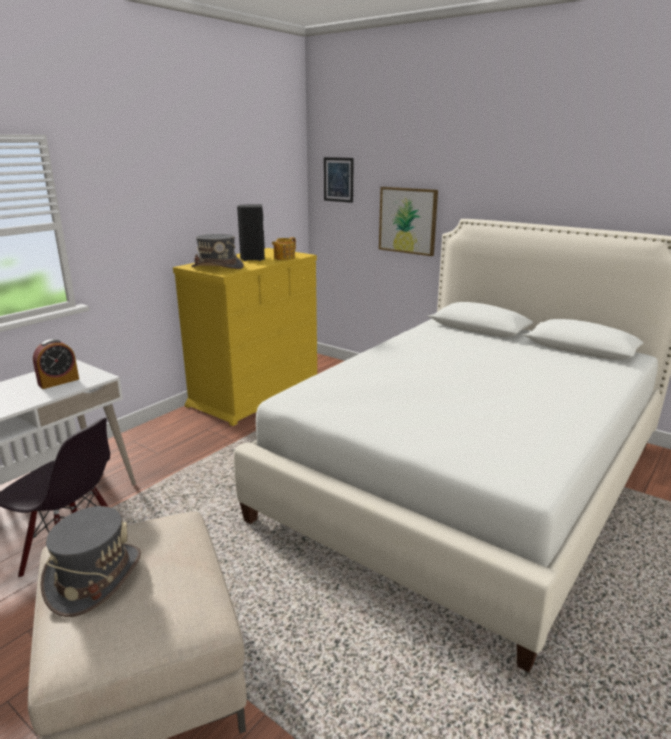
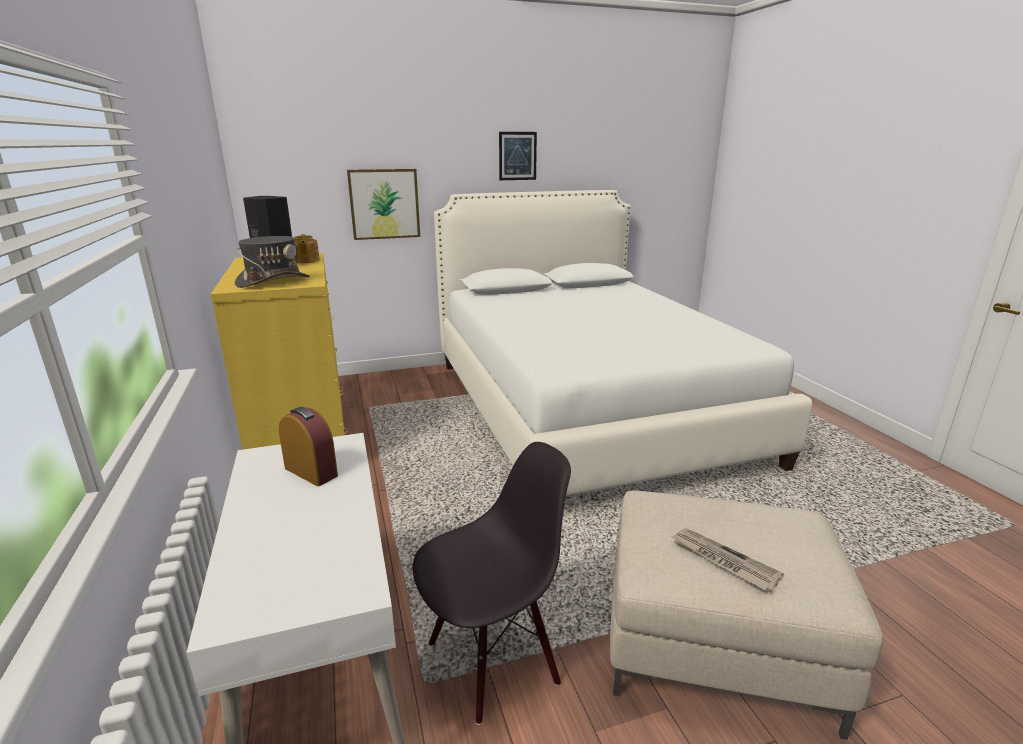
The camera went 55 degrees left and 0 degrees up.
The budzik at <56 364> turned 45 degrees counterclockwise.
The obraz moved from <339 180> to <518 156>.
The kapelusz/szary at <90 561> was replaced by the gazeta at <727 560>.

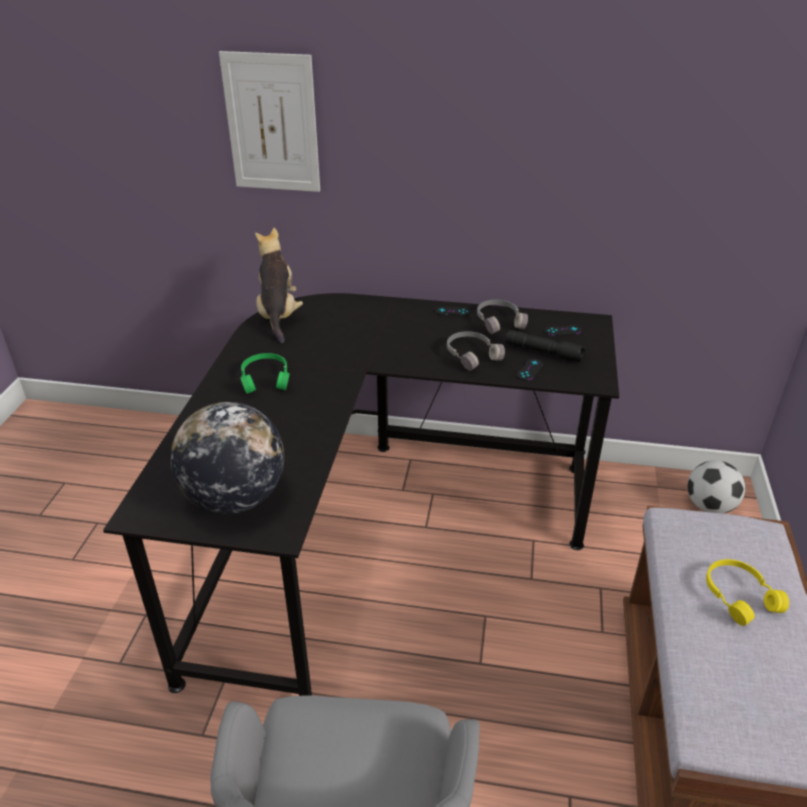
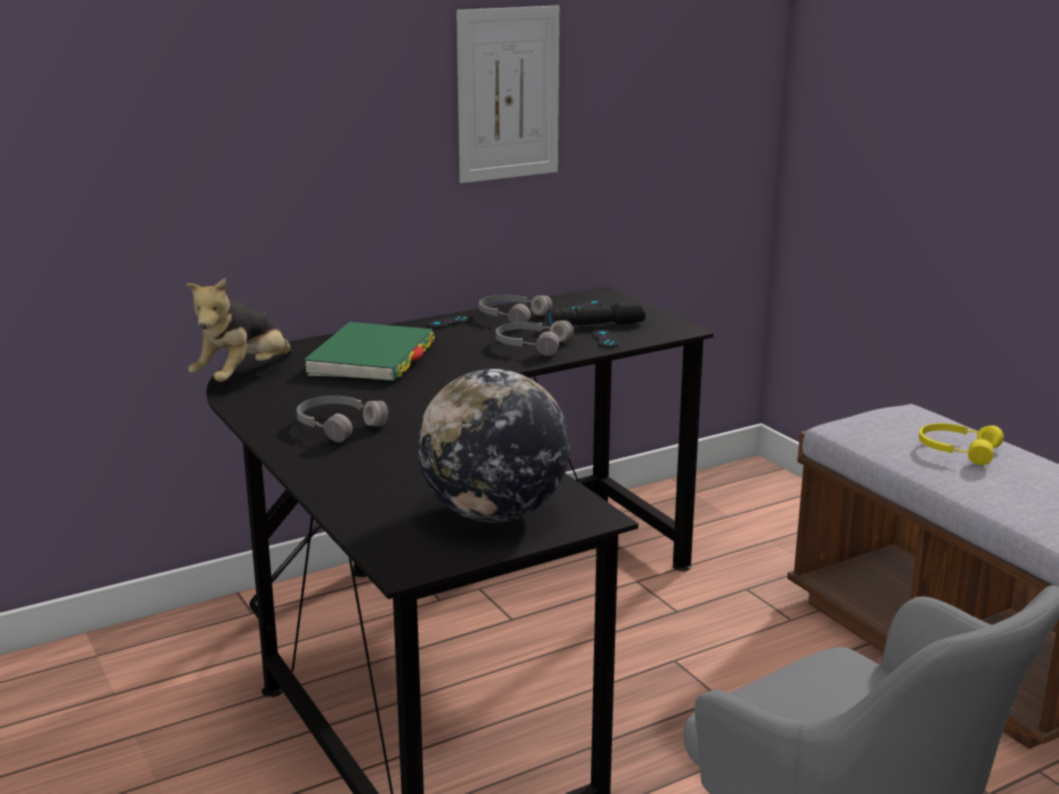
The camera went 40 degrees left and 15 degrees down.
The pluszak at <279 285> turned 105 degrees counterclockwise.
The słuchawki/zielony at <265 373> became the słuchawki/szary at <342 419>.
The książka/zielony at <369 351> appeared.
The obraz moved from <269 121> to <507 94>.
The piłka futbolowa at <716 487> disappeared.

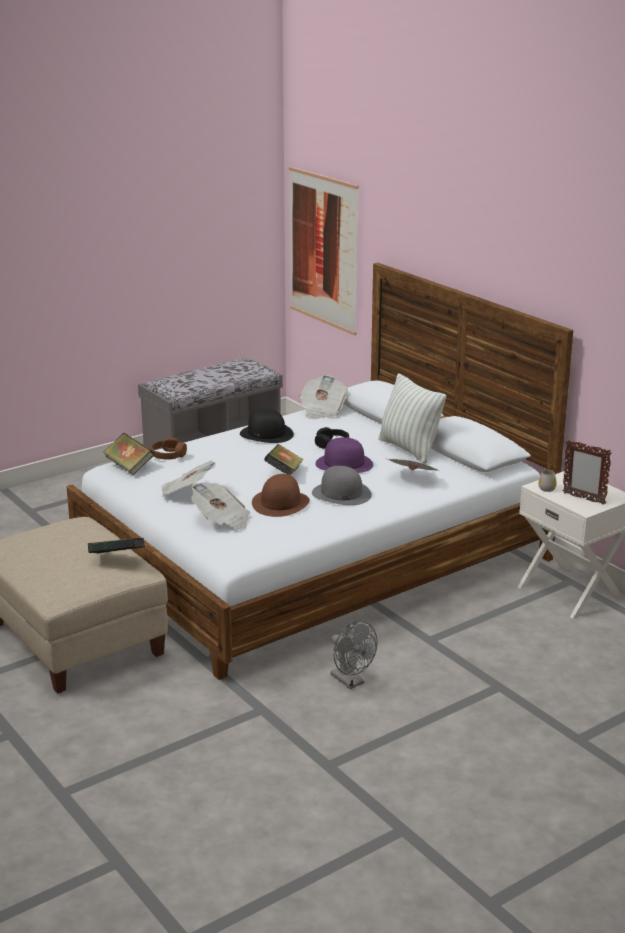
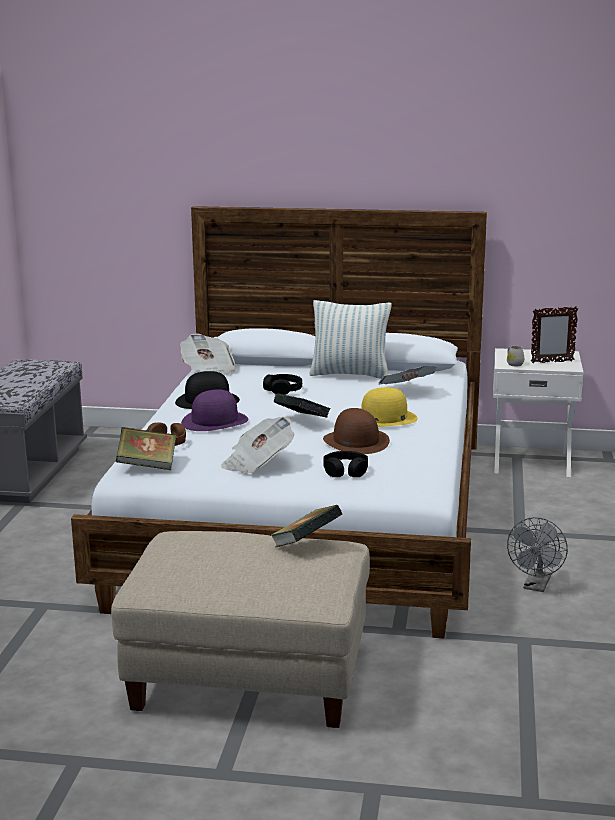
The camera went 45 degrees left and 5 degrees down.
The kapelusz/fioletowy moved from <344 455> to <214 410>.
The gazeta at <220 507> was replaced by the słuchawki/czarny at <345 464>.
The kapelusz/szary at <342 485> became the kapelusz/żółty at <389 407>.
The wentylator/szary at <354 655> turned 105 degrees clockwise.
The obraz at <324 251> disappeared.

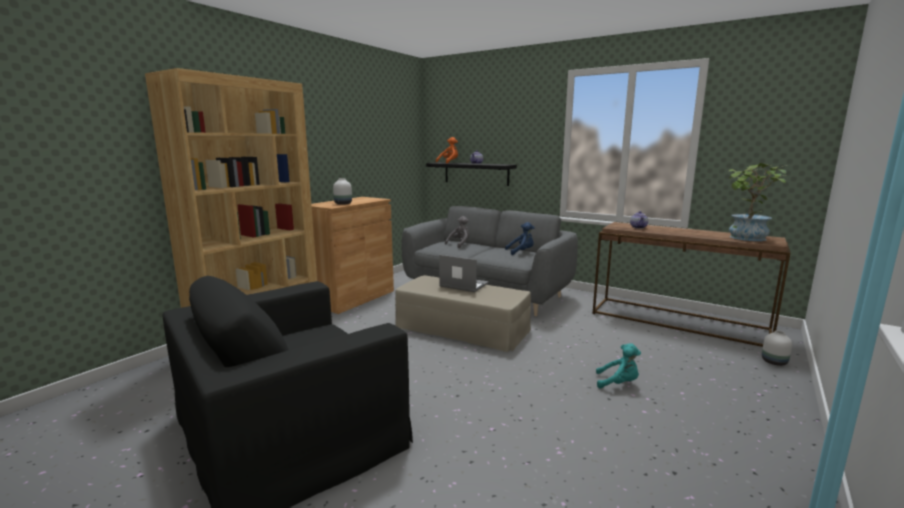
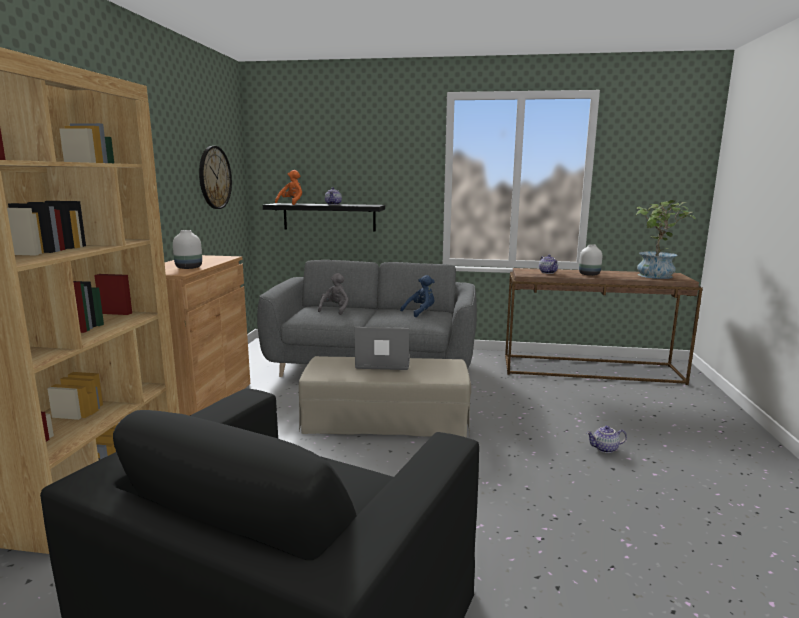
The camera went 25 degrees left and 0 degrees up.
The zegar ścienny at <215 177> appeared.
The wazon/biały moved from <777 348> to <590 260>.
The pluszak/turkusowy at <618 366> was replaced by the imbryk at <606 439>.

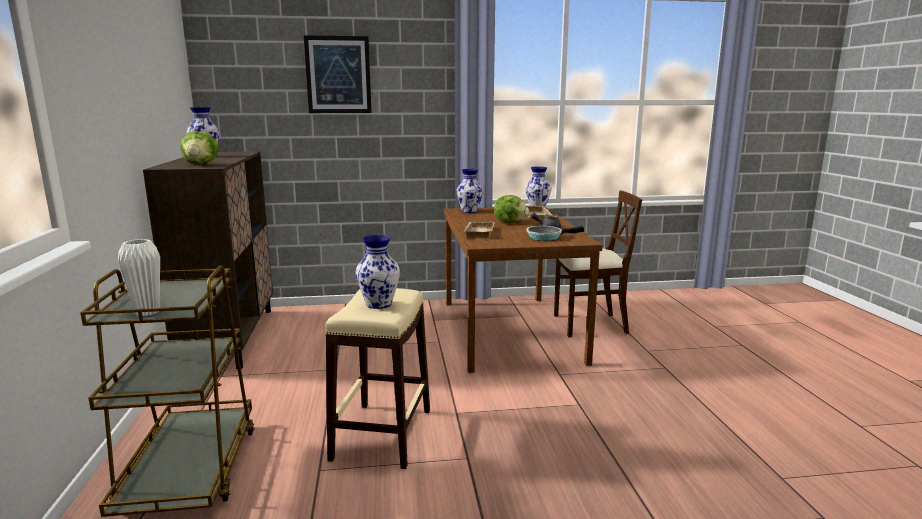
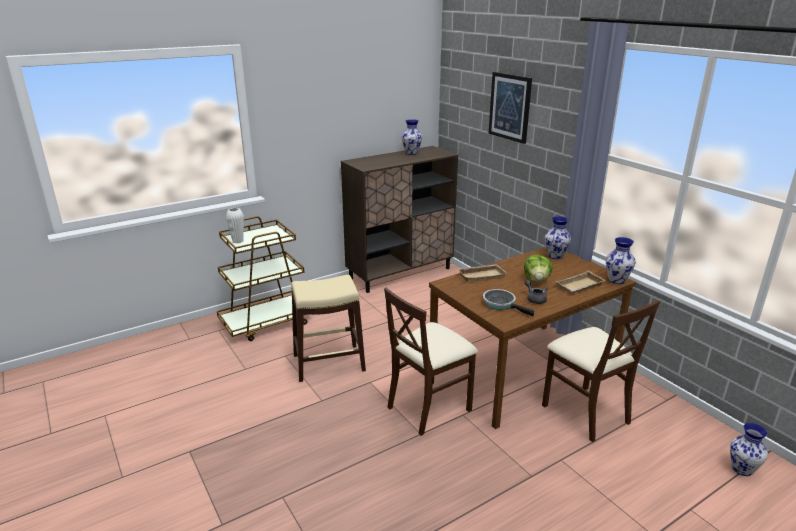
The camera went 65 degrees right and 10 degrees up.
The krzesło/beżowy at <431 362> appeared.
The wazon moved from <377 272> to <749 449>.
The sałata at <200 147> disappeared.

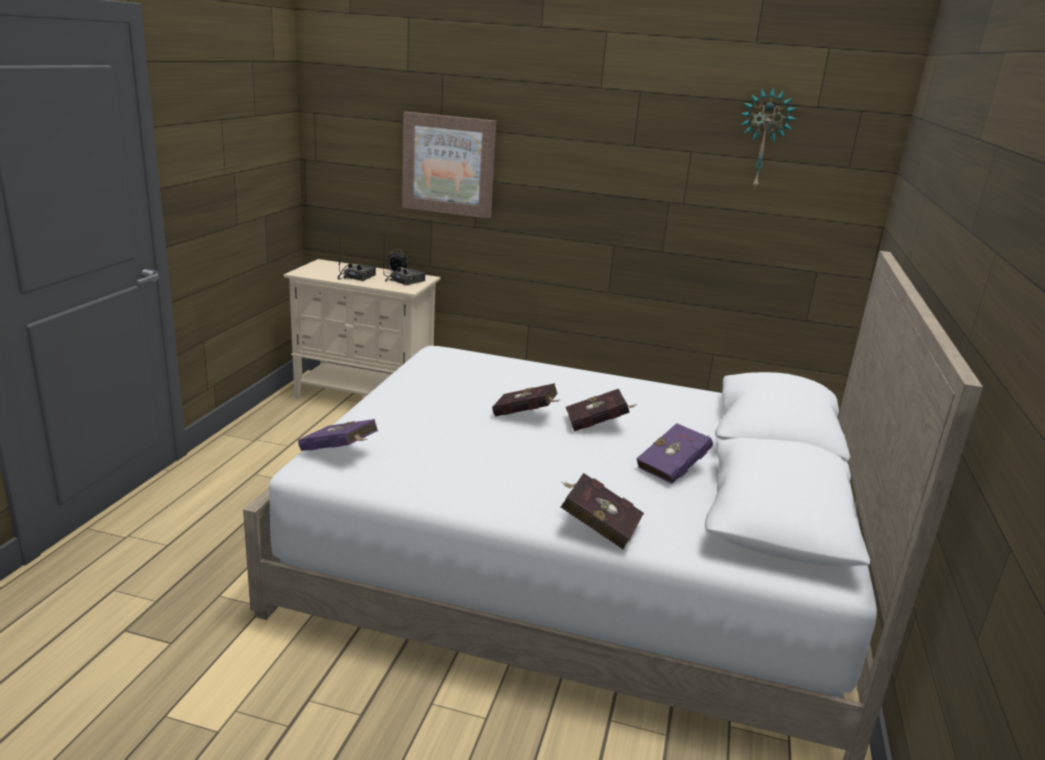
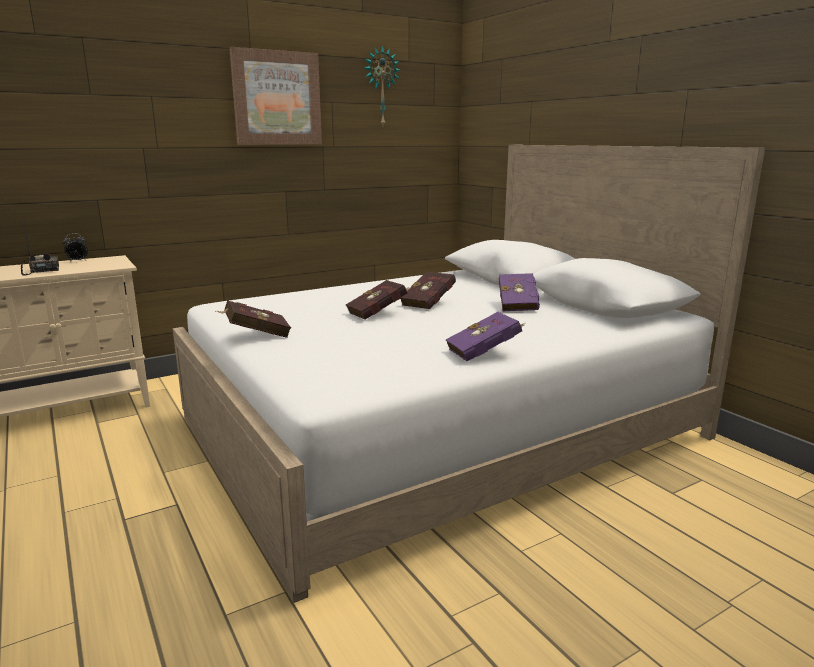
The camera went 45 degrees left and 5 degrees down.
The książka/czerwony moved from <602 511> to <253 319>.
The obraz moved from <449 165> to <275 96>.
The książka/fioletowy moved from <338 435> to <485 336>.
The radio at <404 260> disappeared.

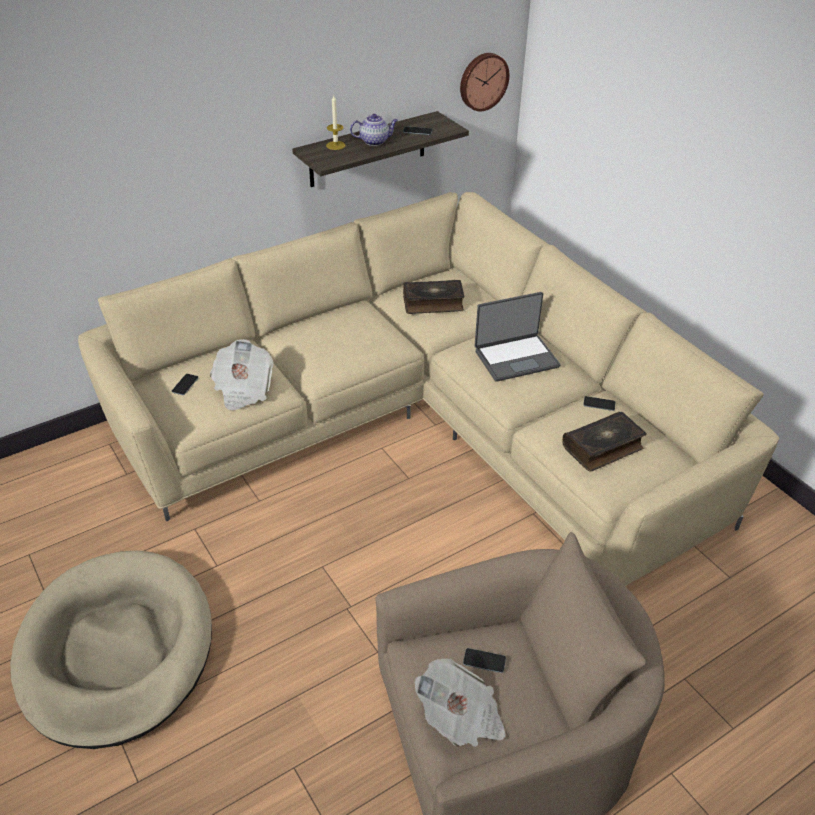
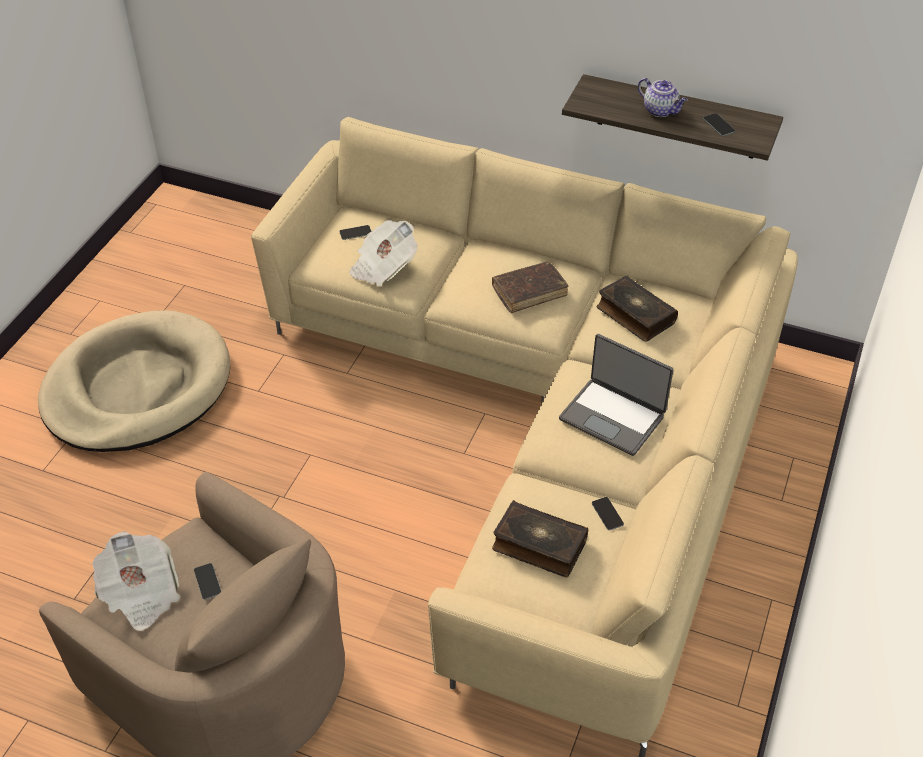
The camera went 55 degrees right and 5 degrees up.
The książka/brązowy at <530 287> appeared.
The świeca at <336 122> disappeared.
The zegar ścienny at <484 82> disappeared.

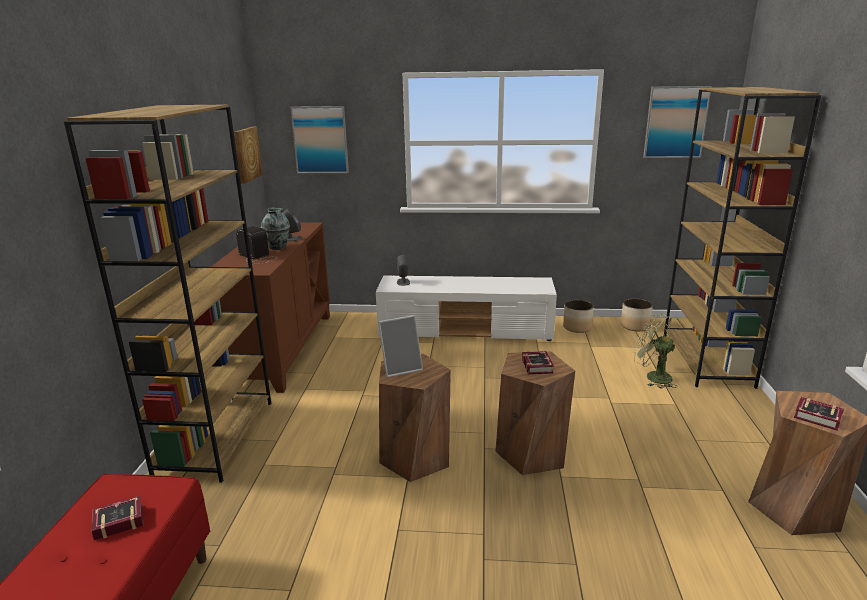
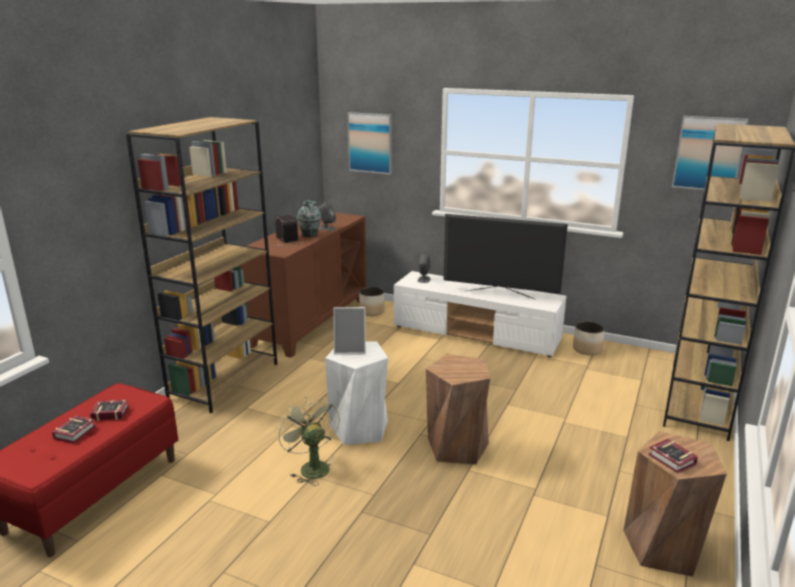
The camera went 20 degrees right and 0 degrees up.
The książka moved from <538 362> to <74 429>.
The wentylator/zielony moved from <655 351> to <308 441>.
The stołek/brązowy at <415 418> became the stołek/biały at <356 393>.
The donica moved from <636 314> to <372 301>.
The telewizor at <506 256> appeared.
The obraz at <248 155> disappeared.

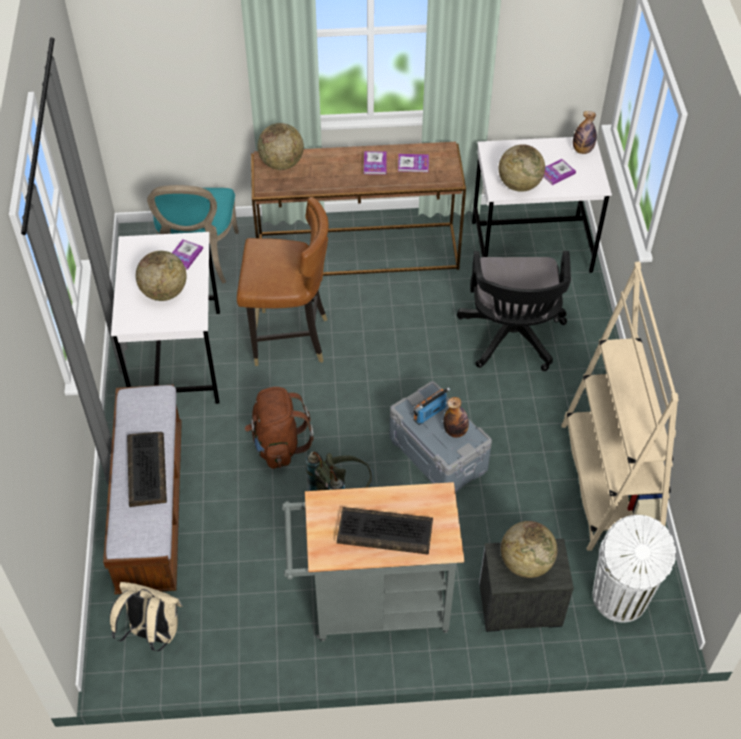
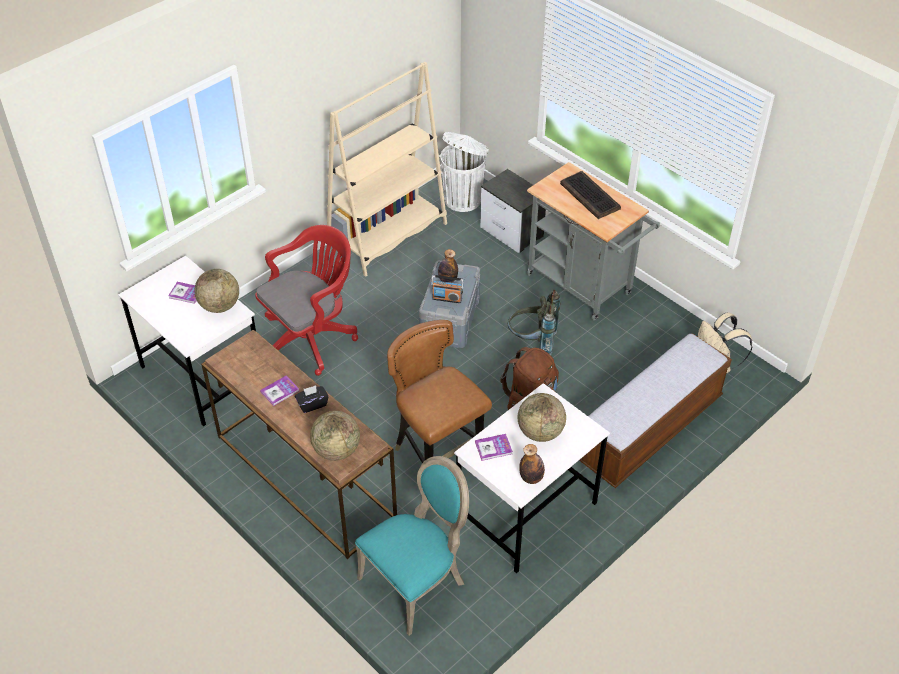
The camera went 130 degrees left and 5 degrees down.
The krzesło biurowe/czarny at <514 311> became the krzesło biurowe/czerwony at <306 300>.
The pudełko chusteczek/czarny at <312 399> appeared.
The butelka moved from <585 132> to <532 464>.
The klawiatura at <147 469> disappeared.
The książka at <413 163> disappeared.
The globus at <529 549> disappeared.

